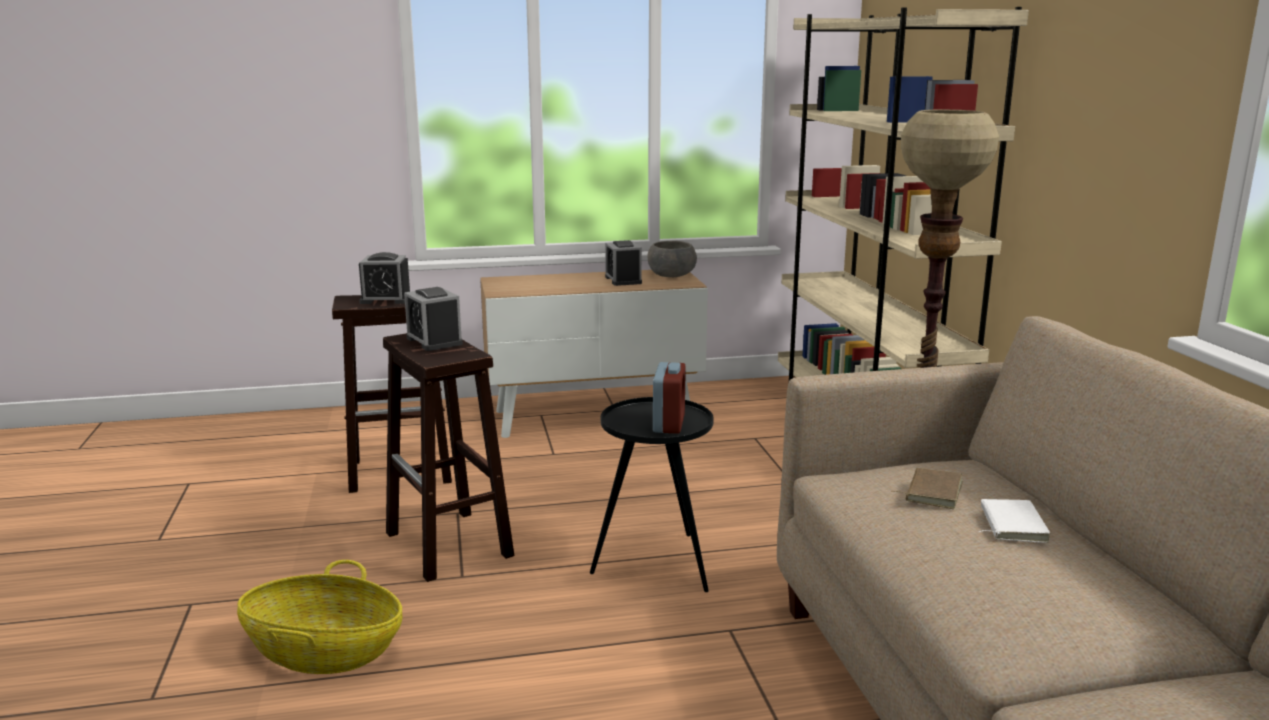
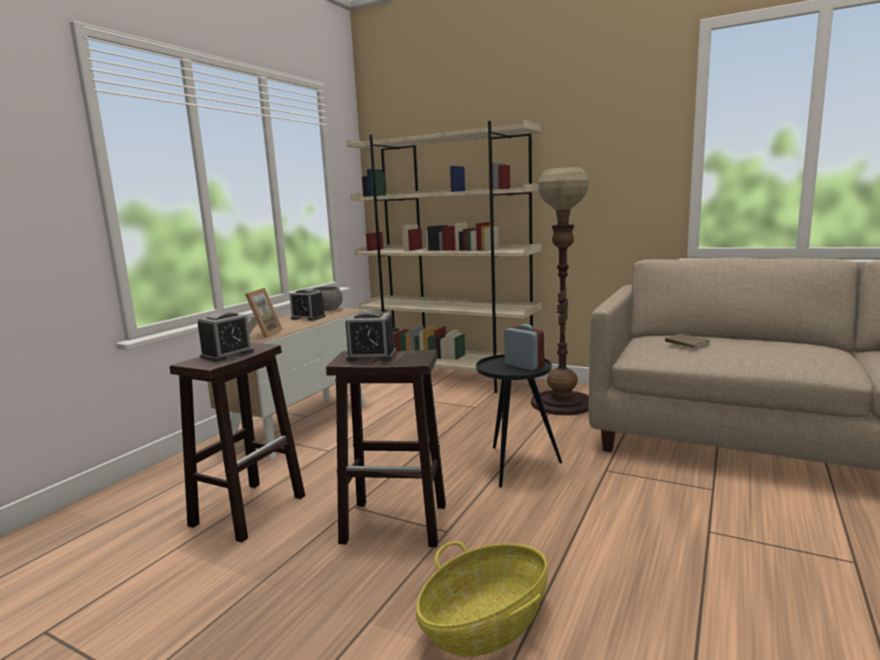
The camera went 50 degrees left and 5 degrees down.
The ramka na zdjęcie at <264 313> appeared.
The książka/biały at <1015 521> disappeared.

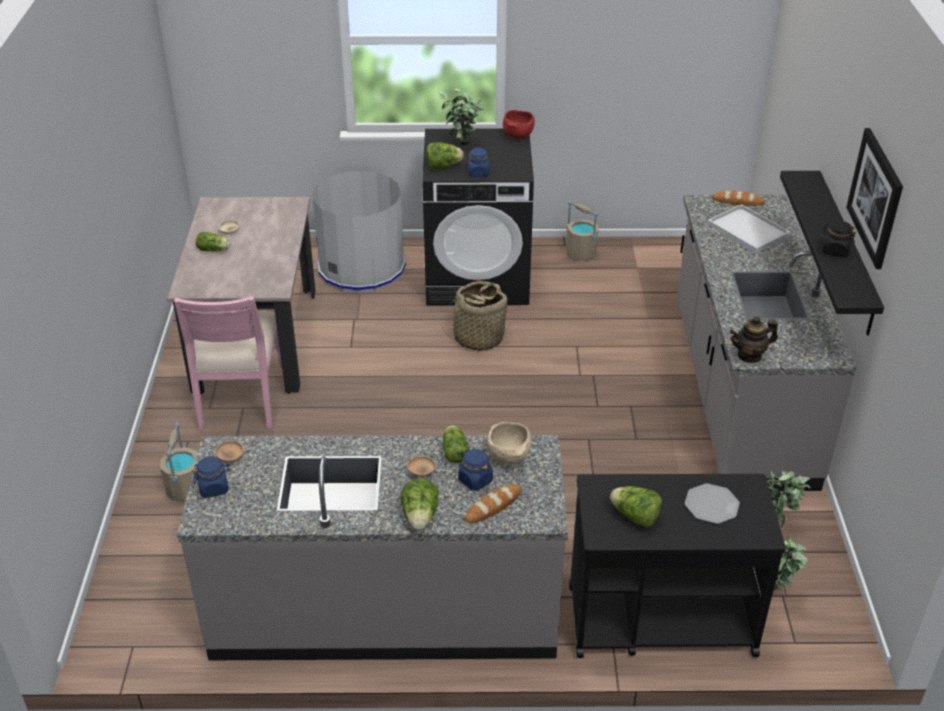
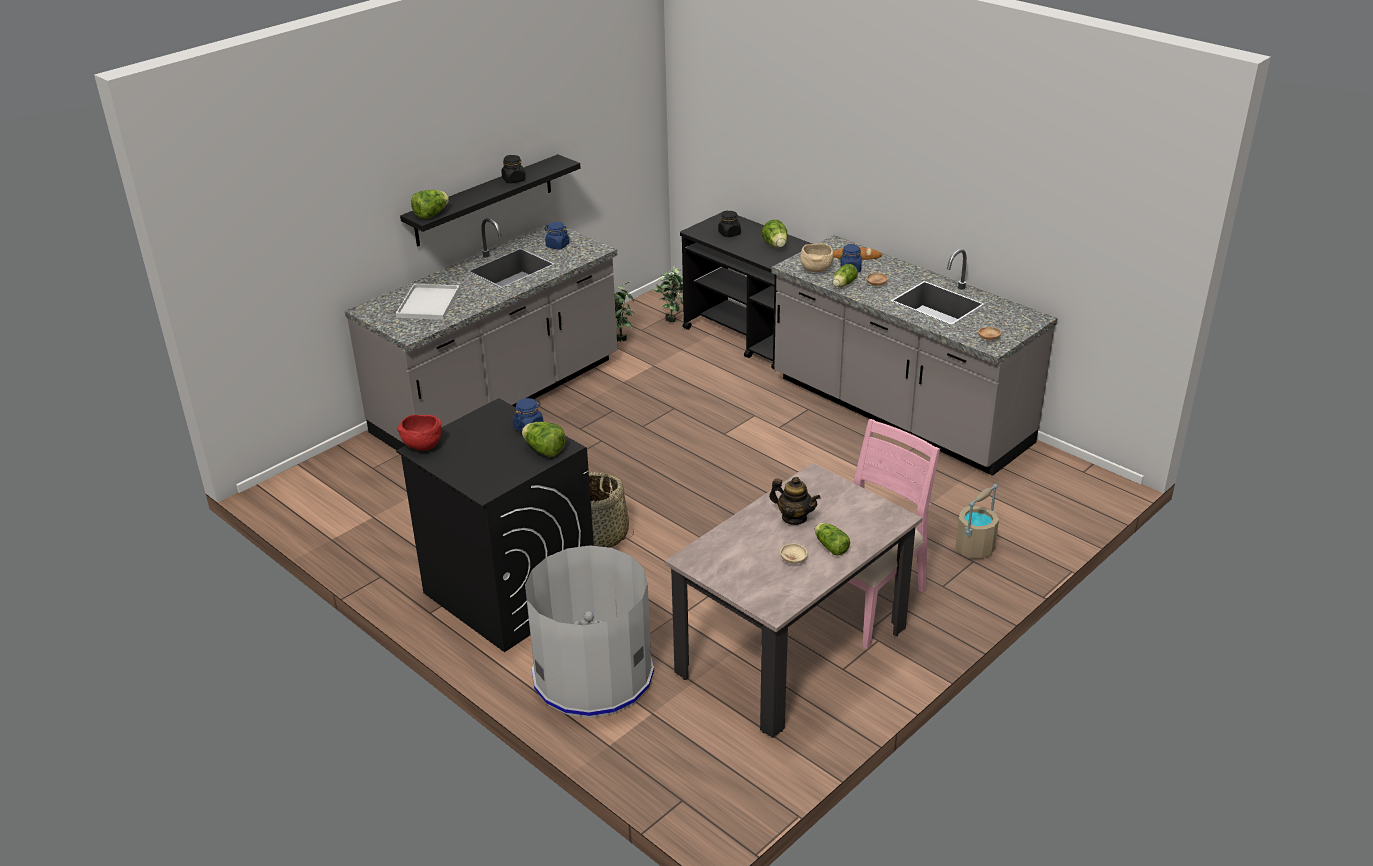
The camera went 135 degrees left and 5 degrees down.
The sałata moved from <420 504> to <430 204>.
The słoik/niebieski moved from <211 477> to <557 236>.
The talerz at <712 503> was replaced by the słoik/czarny at <729 223>.
The imbryk moved from <754 339> to <795 501>.
The roślina doniczkowa at <461 116> disappeared.
The wiadro/beżowy at <582 231> disappeared.
The chleb at <738 198> disappeared.
The obraz at <874 198> disappeared.

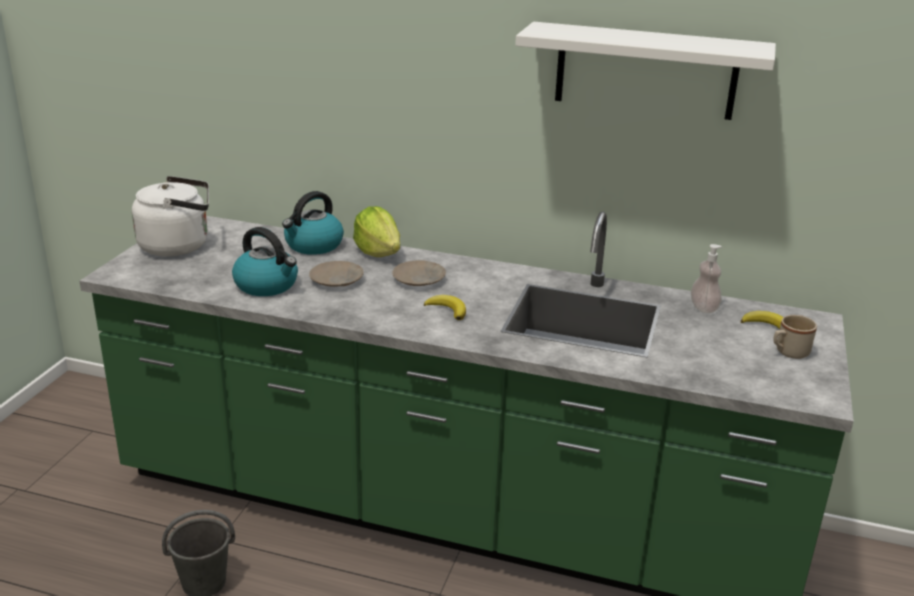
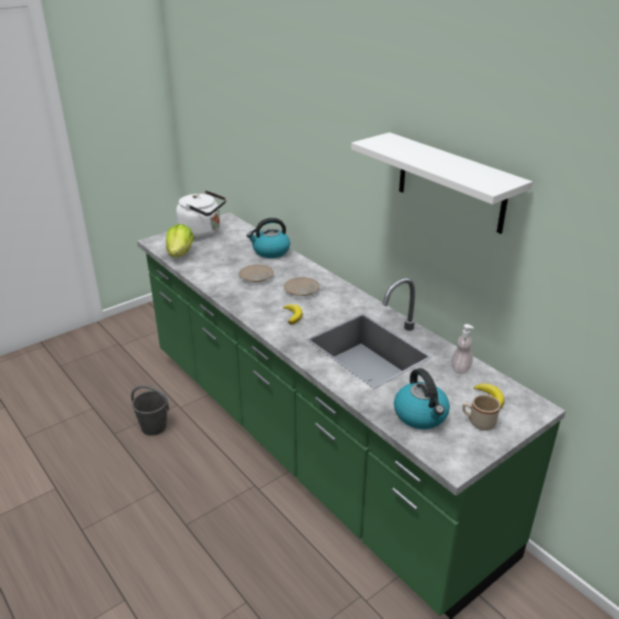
The camera went 35 degrees right and 5 degrees up.
The sałata moved from <376 231> to <180 240>.
The czajnik moved from <265 261> to <422 398>.

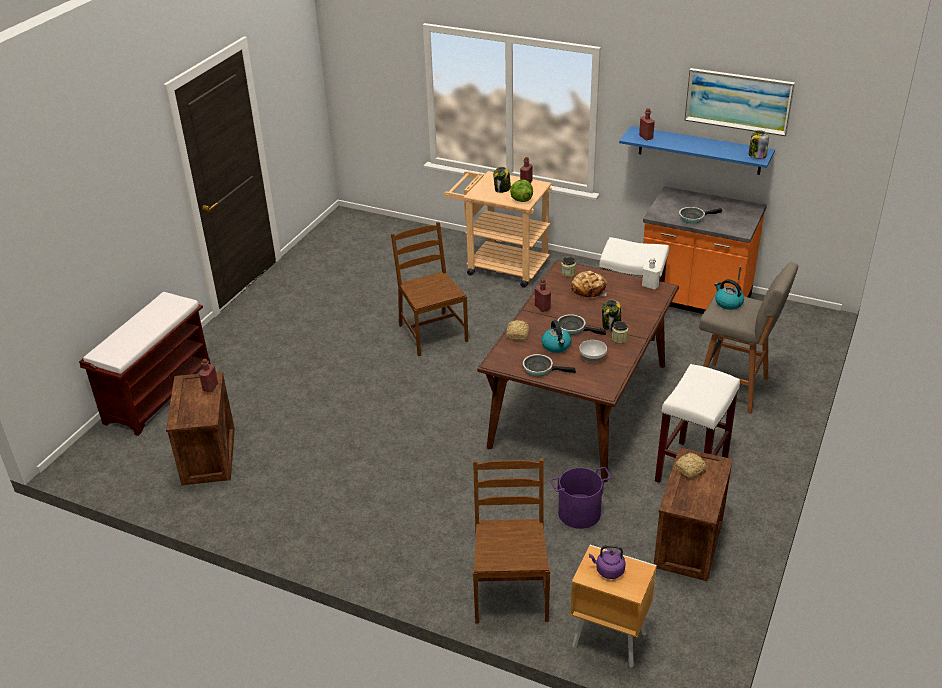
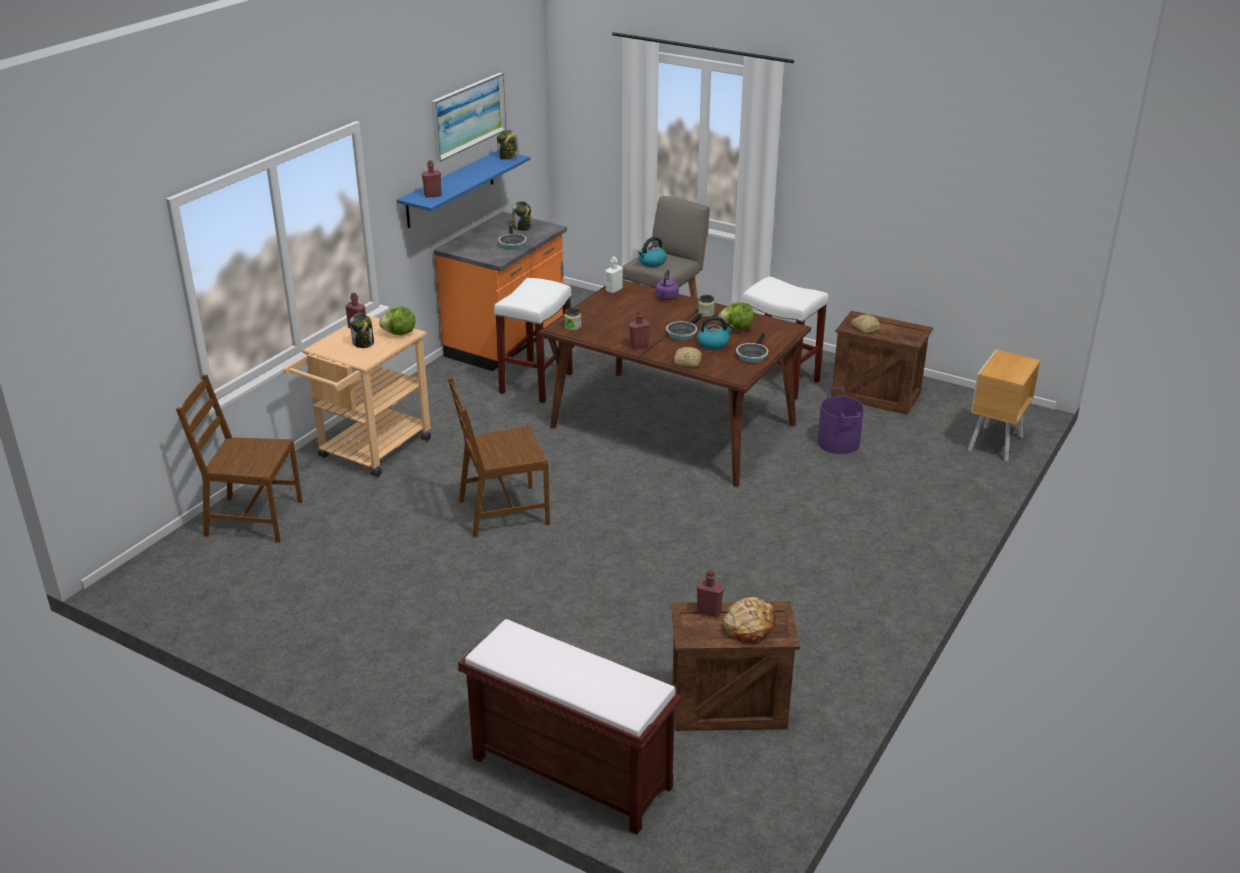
The camera went 85 degrees left and 5 degrees down.
The krzesło/brązowy moved from <511 540> to <239 459>.
The słoik moved from <611 315> to <521 216>.
The czajnik/fioletowy moved from <607 562> to <667 284>.
The miska at <593 351> was replaced by the sałata at <736 316>.
The chleb moved from <589 284> to <749 620>.

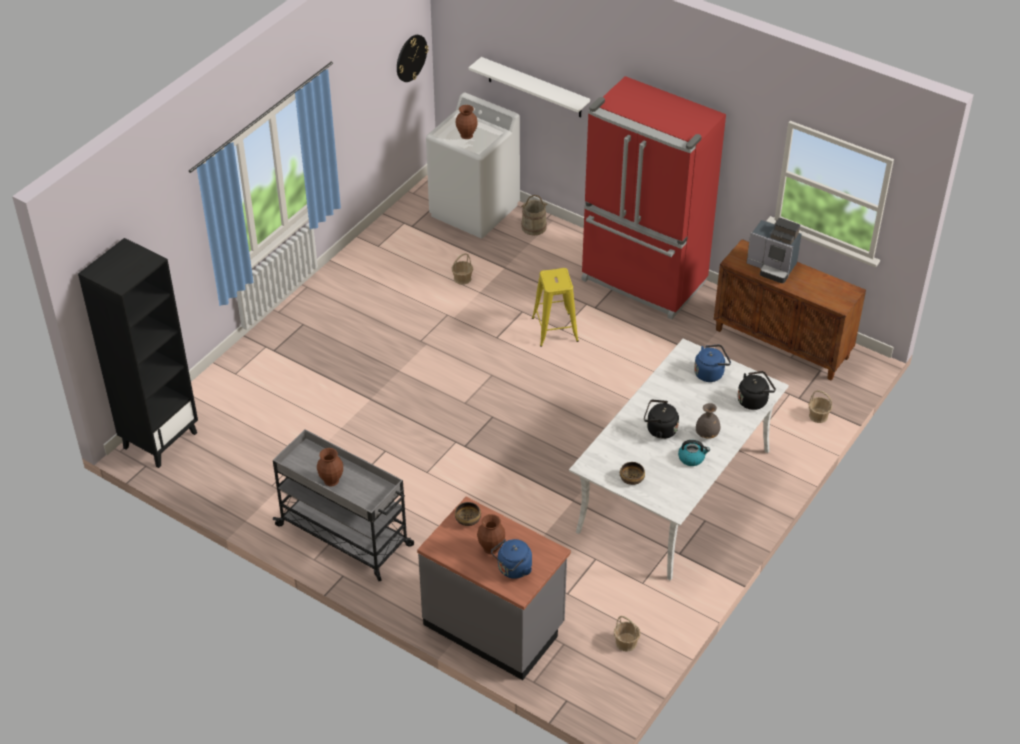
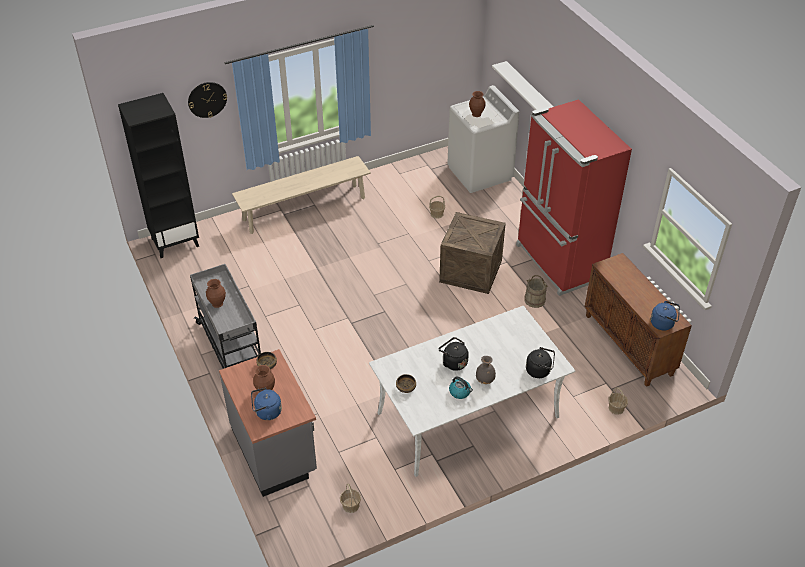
The camera went 30 degrees right and 0 degrees up.
The zegar ścienny moved from <412 58> to <207 100>.
The ławka/beżowy at <301 195> appeared.
The stołek/żółty at <555 307> was replaced by the skrzynka at <472 253>.
The wiadro/beżowy moved from <534 215> to <536 291>.
The czajnik/niebieski moved from <712 363> to <665 315>.
The ekspres do kawy at <774 250> disappeared.

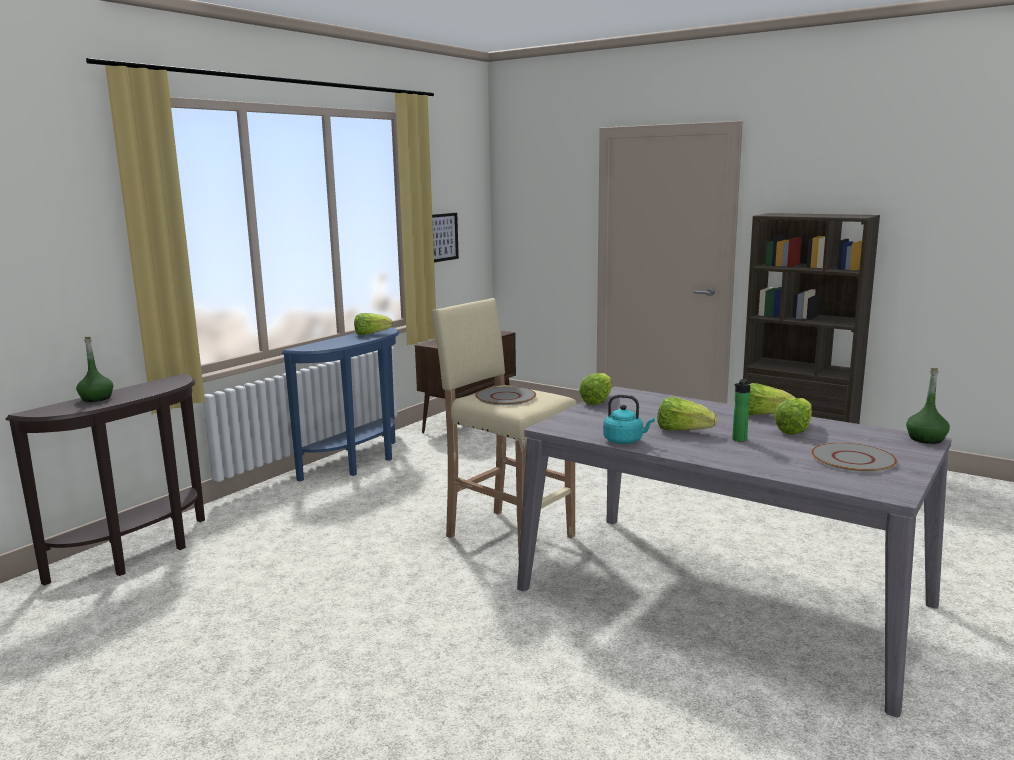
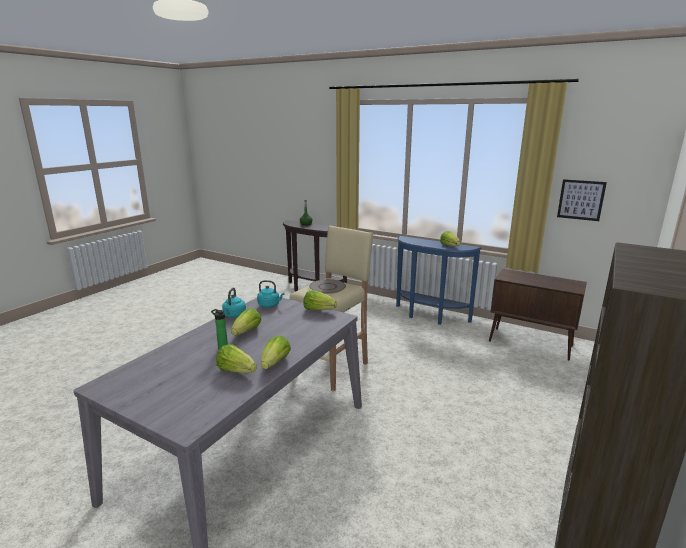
The camera went 85 degrees right and 5 degrees up.
The czajnik/turkusowy at <271 294> appeared.
The talerz/szary at <854 458> disappeared.
The butelka/zielony at <928 406> disappeared.

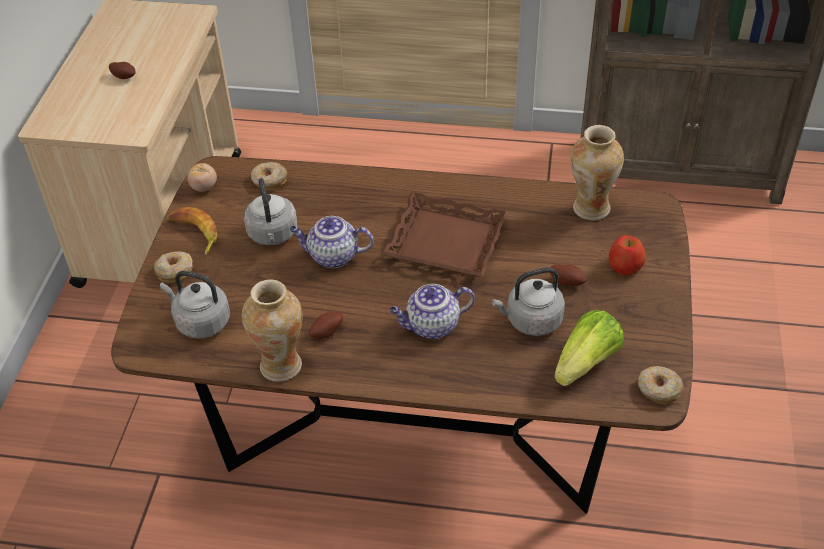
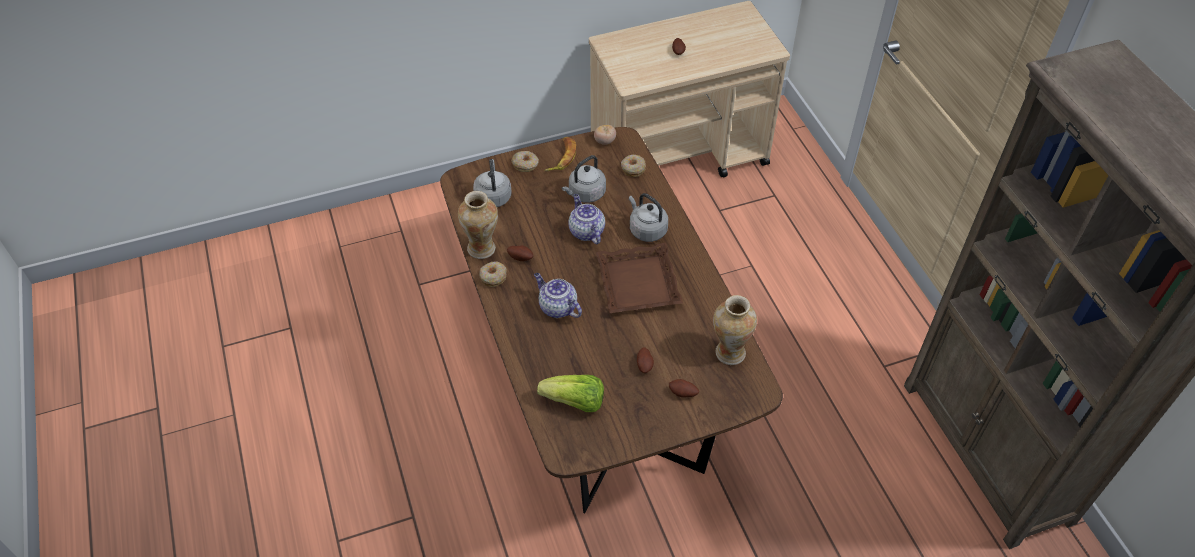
The camera went 60 degrees right and 5 degrees up.
The donut moved from <661 385> to <492 274>.
The czajnik/szary moved from <528 301> to <648 217>.
The jabłko at <627 255> was replaced by the ziemniak at <684 388>.

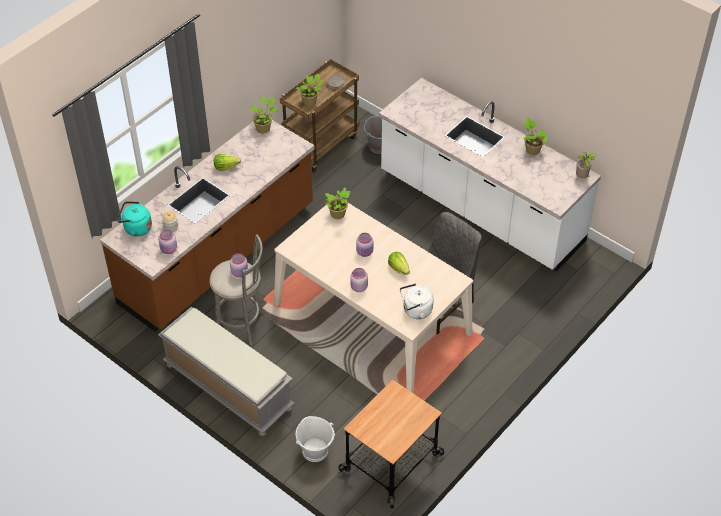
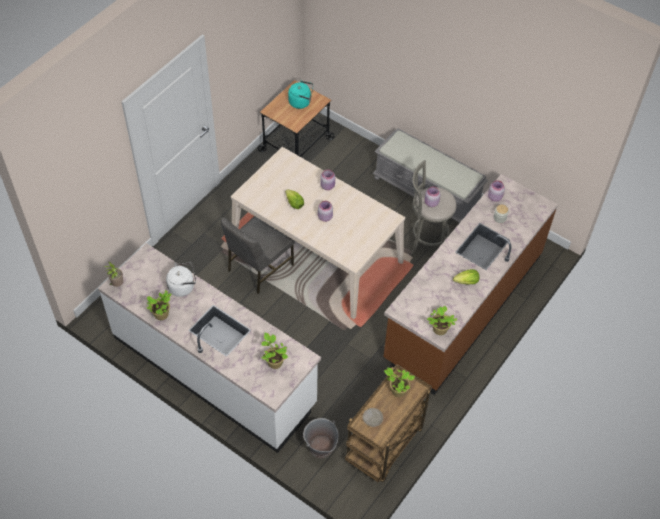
The camera went 175 degrees right and 5 degrees up.
The czajnik/biały moved from <416 301> to <181 279>.
The roślina doniczkowa moved from <337 203> to <275 351>.
The czajnik/turkusowy moved from <134 219> to <300 95>.
The wiadro/biały at <315 439> disappeared.

